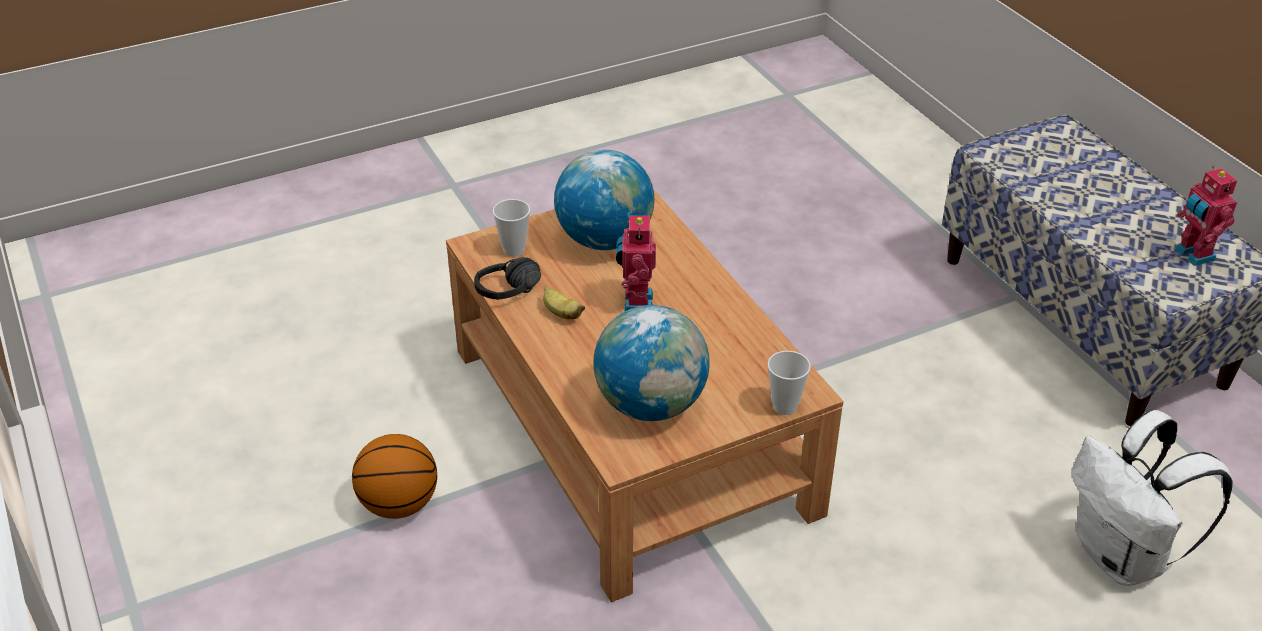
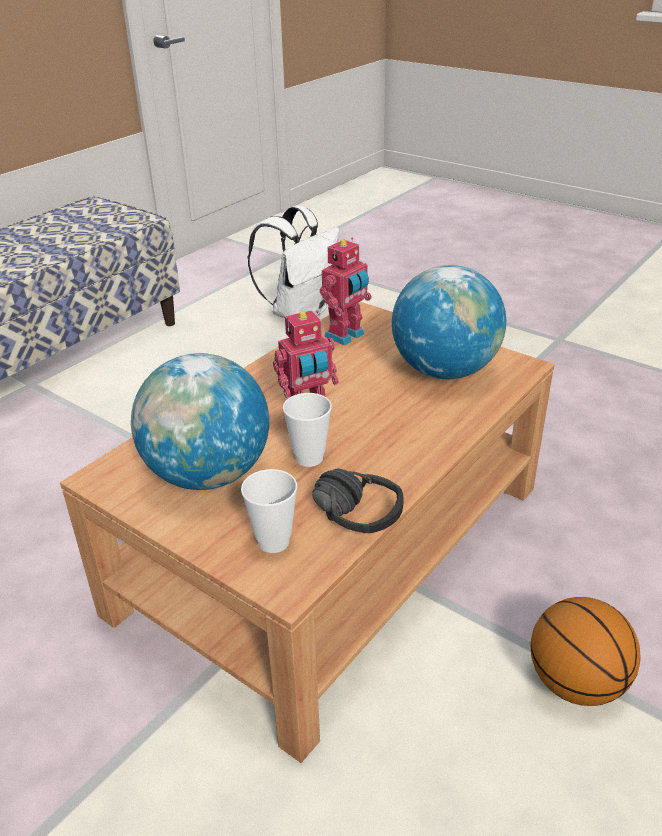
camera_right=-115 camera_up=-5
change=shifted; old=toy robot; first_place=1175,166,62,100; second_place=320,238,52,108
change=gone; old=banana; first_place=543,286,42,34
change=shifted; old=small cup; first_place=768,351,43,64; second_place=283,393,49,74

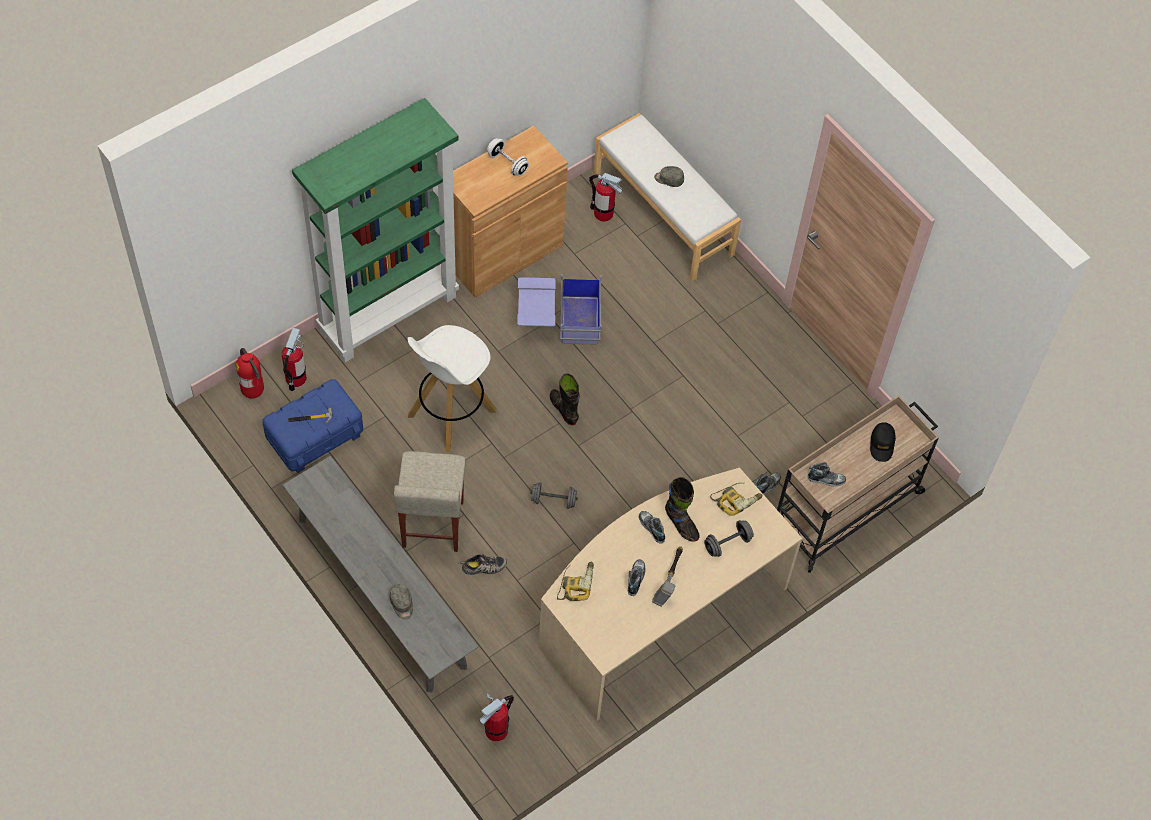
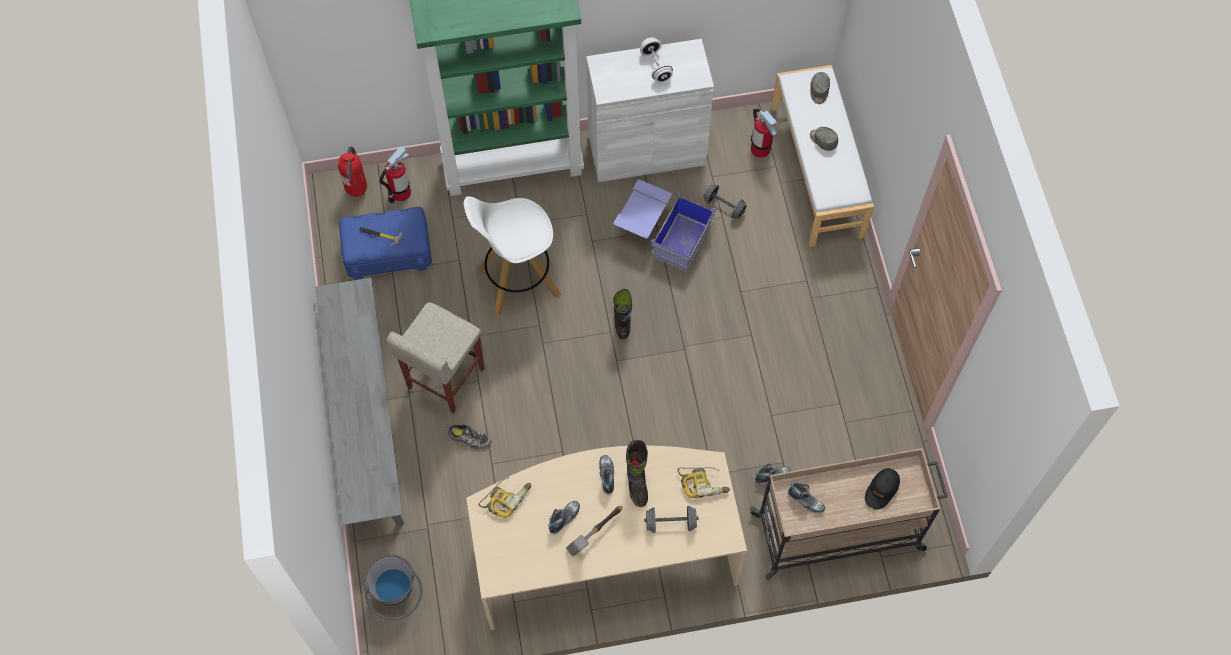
camera_right=30 camera_up=5
change=repainted; old=cabinet (brownish); new=cabinet (white); first_place=453,126,115,172; second_place=586,39,128,143
change=shifted; old=free weight (greyish); first_place=531,482,47,27; second_place=703,185,44,34
change=shifted; old=baseball cap (greyish); first_place=390,584,23,36; second_place=810,72,20,32
change=swapped; old=fire-fighting cylinder; new=bucket (greyish); first_place=479,693,35,49; second_place=364,554,59,66

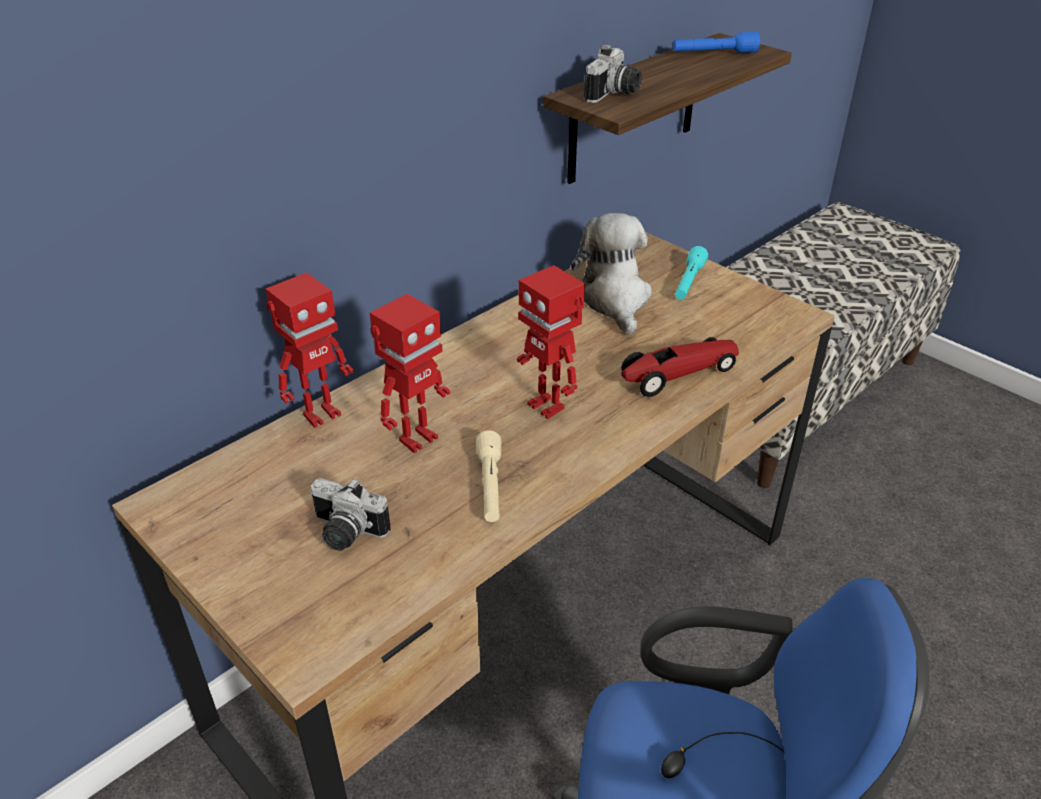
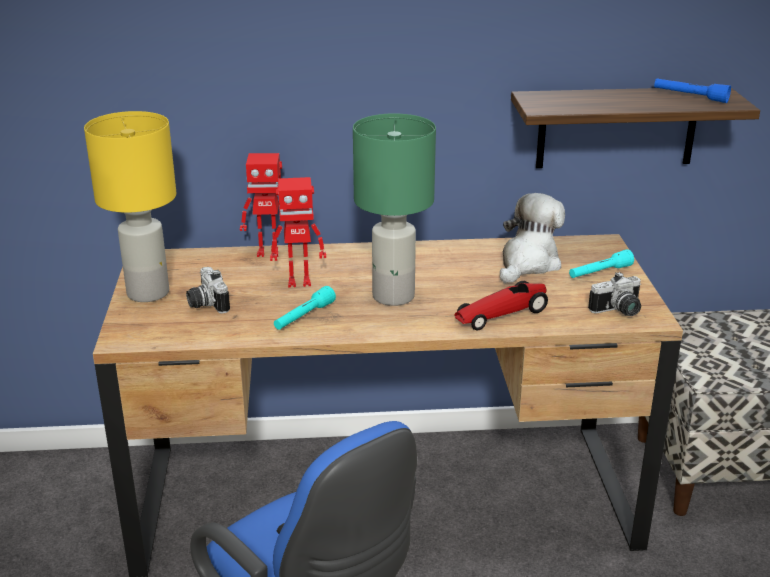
camera_right=40 camera_up=-10
change=shifted; old=photo camera; first_place=584,45,58,58; second_place=588,272,53,44
change=swapped; old=toy robot; new=lamp for a table (green); first_place=517,265,68,154; second_place=353,113,83,193
change=rotated; old=model car; first_place=621,337,118,60; second_place=455,281,93,49; degrees=135
change=repainted; old=flashlight (sand-coloured); new=flashlight (blue-green); first_place=476,430,25,92; second_place=274,286,62,44
change=new; new=lamp for a table (yellow); second_place=84,111,92,191

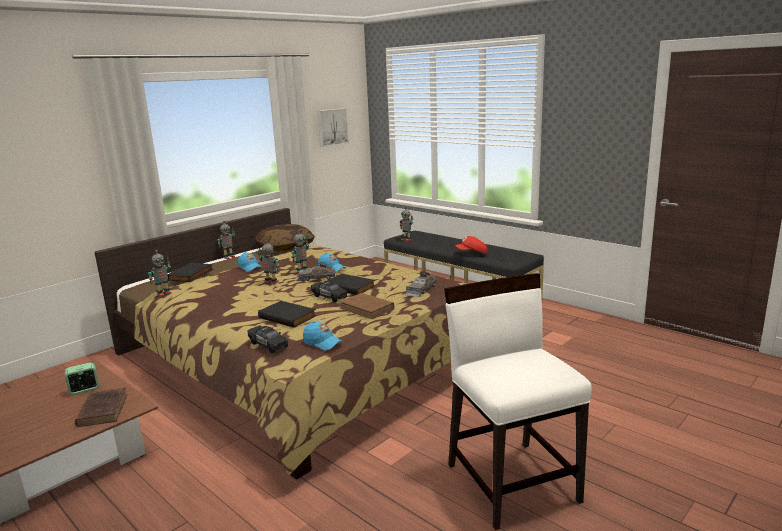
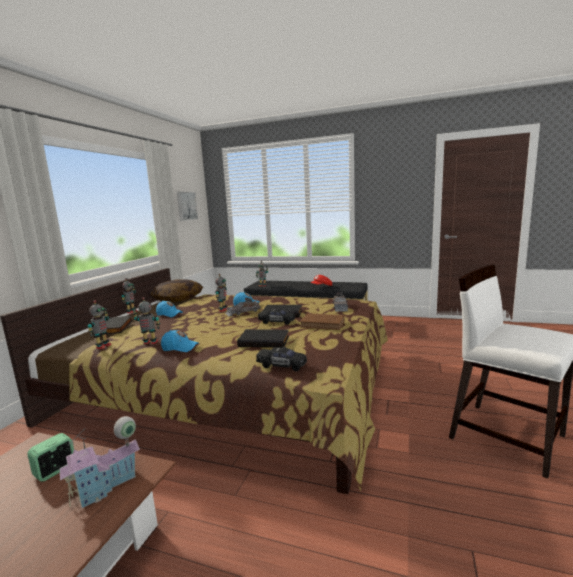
camera_right=-25 camera_up=-5
change=shifted; old=toy robot; first_place=258,240,22,44; second_place=133,297,27,47
change=shifted; old=baseball cap (bluish); first_place=303,321,40,29; second_place=161,330,38,22
change=swapped; old=bound book (brownish); new=toy house; first_place=75,388,53,39; second_place=58,416,82,92

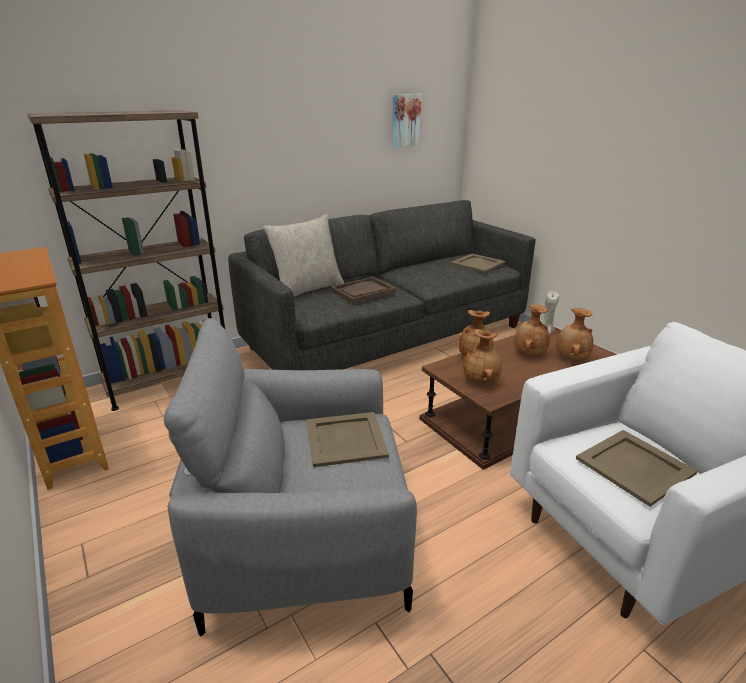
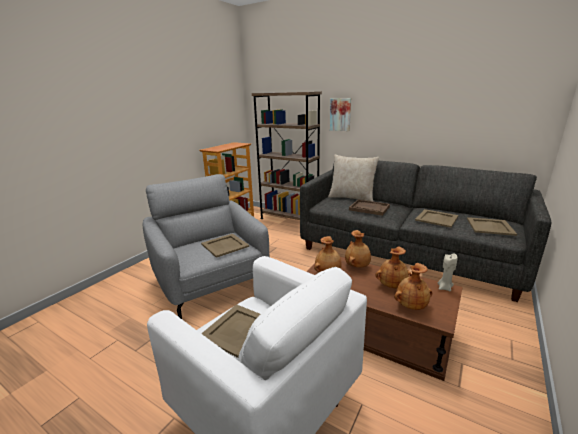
camera_right=65 camera_up=-5
change=shifted; old=wall art; first_place=392,94,30,53; second_place=330,98,21,33
change=new; new=tray (sand-coloured); second_place=415,209,43,19

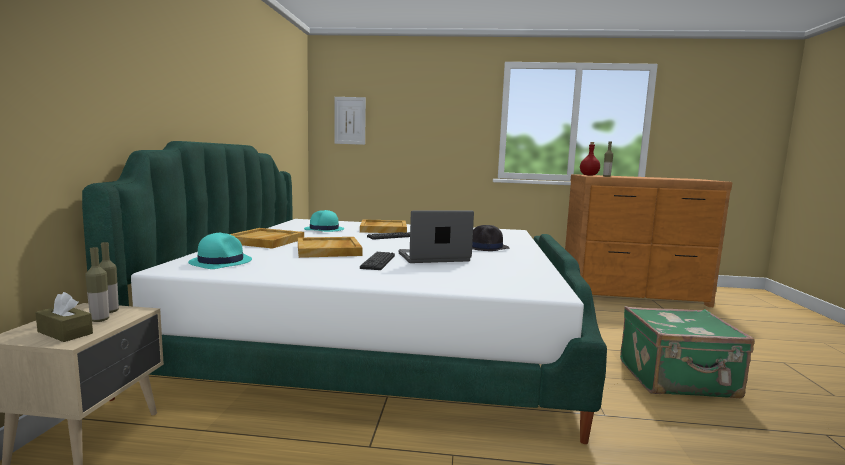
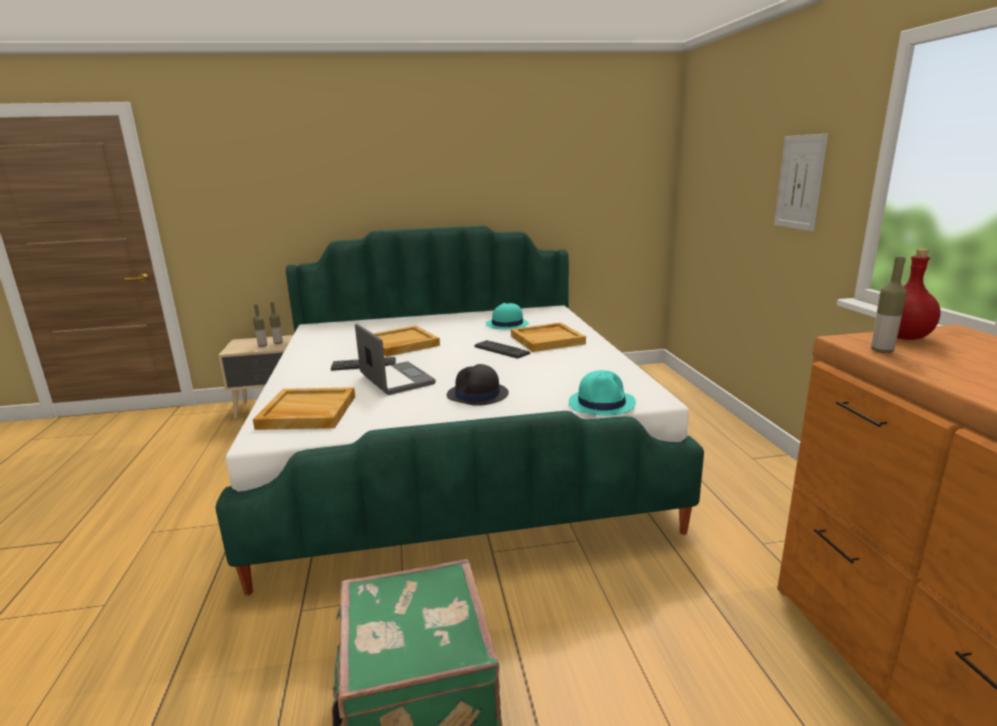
camera_right=75 camera_up=10
change=shifted; old=wall art; first_place=334,97,32,48; second_place=774,134,54,97
change=shifted; old=tray (sand-coloured); first_place=230,228,74,21; second_place=253,387,102,43
change=shifted; old=hat (blue-green); first_place=188,233,64,36; second_place=569,370,67,45
change=gone; old=box of tissues (brownish); first_place=35,292,58,50

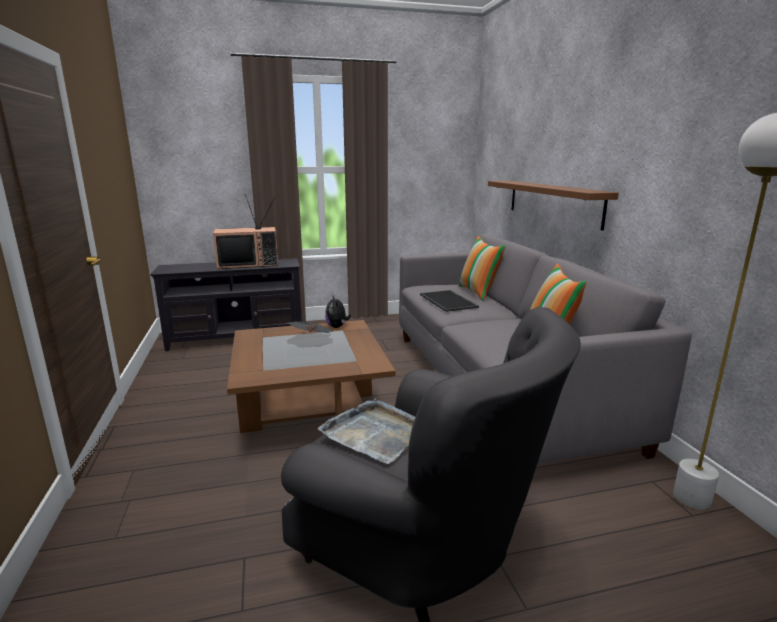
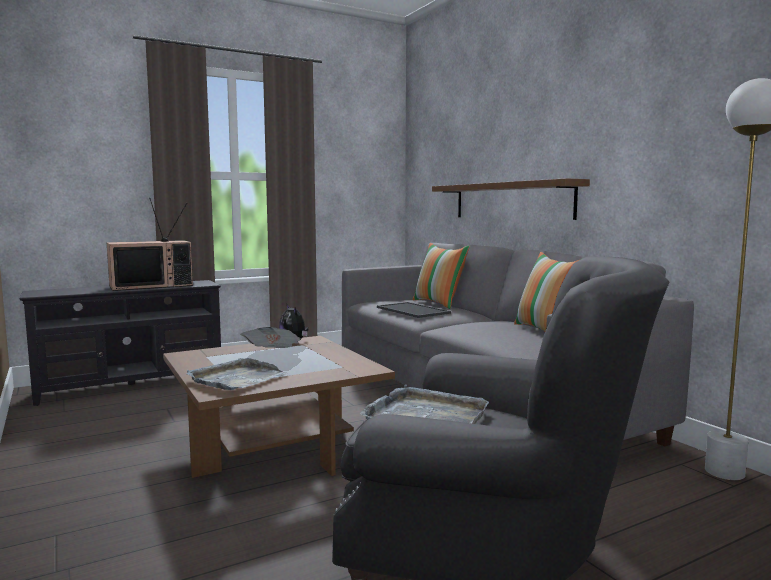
camera_right=-15 camera_up=-10
change=new; new=tray (greyish); second_place=186,358,102,32

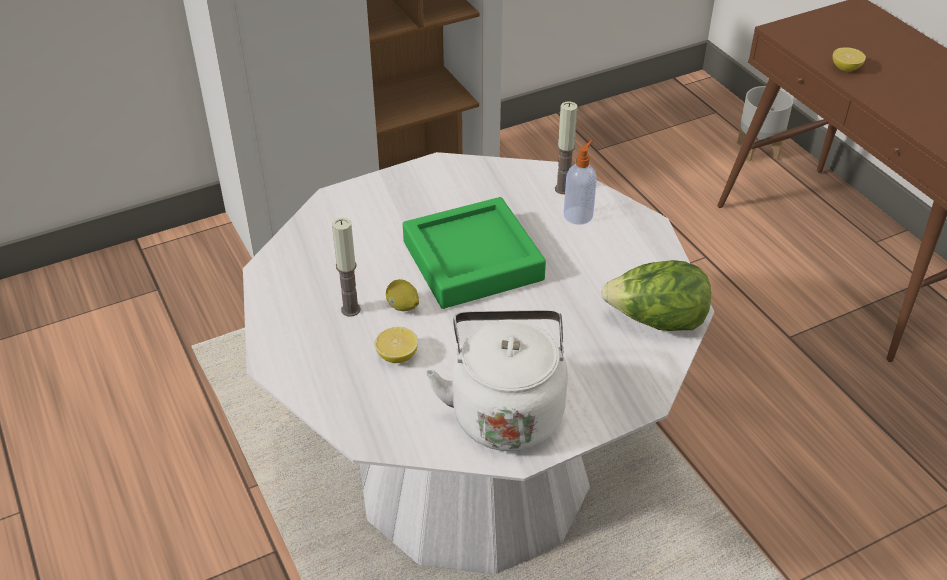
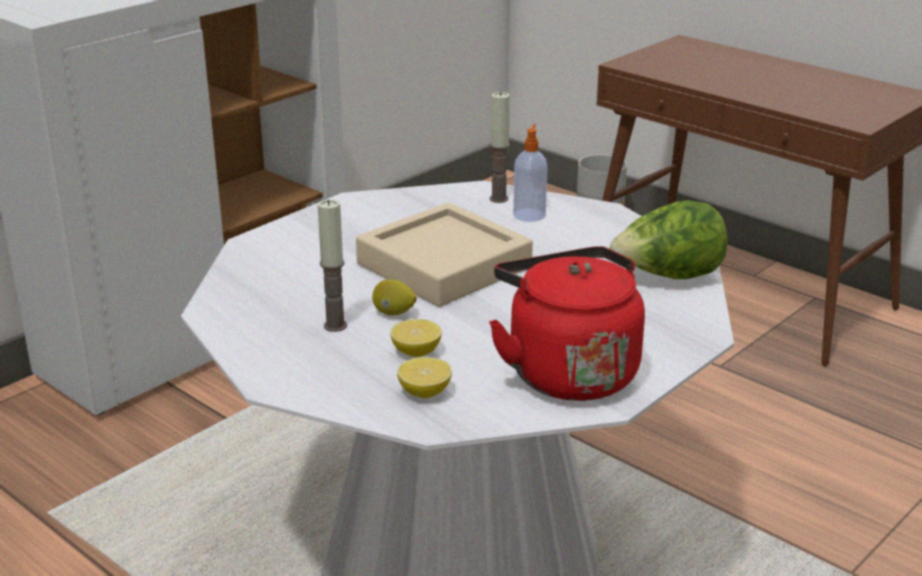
camera_right=-20 camera_up=-15
change=shifted; old=lemon; first_place=833,47,33,25; second_place=397,357,55,41
change=repainted; old=tray (green); new=tray (sand-coloured); first_place=403,197,143,112; second_place=356,203,177,104
change=repainted; old=tea kettle (white); new=tea kettle (reddish); first_place=426,310,142,141; second_place=489,246,156,155

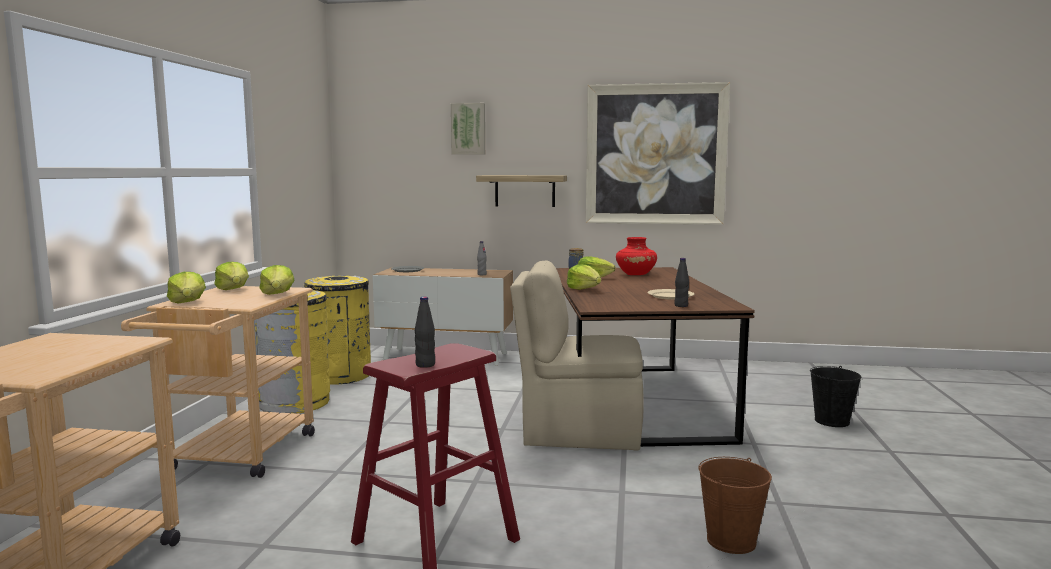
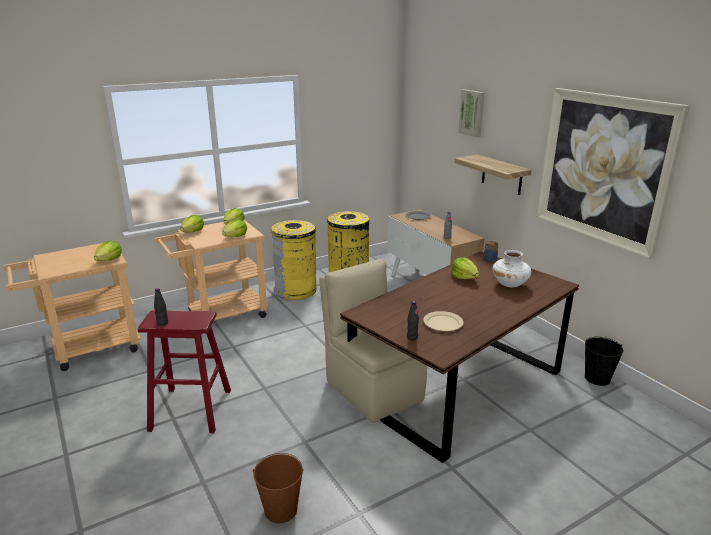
camera_right=50 camera_up=15
change=repainted; old=decorative vase (reddish); new=decorative vase (white); first_place=616,237,41,38; second_place=493,250,38,37
change=shifted; old=head of lettuce; first_place=567,264,34,26; second_place=94,241,28,20
change=shifted; old=bucket (black); first_place=810,366,51,61; second_place=585,337,38,49

